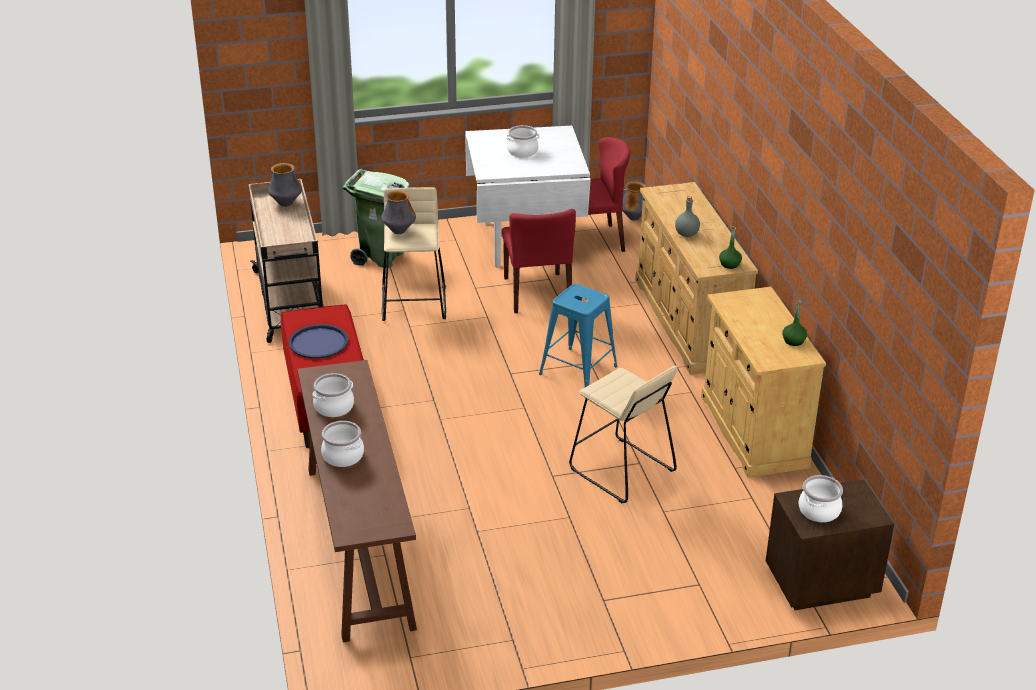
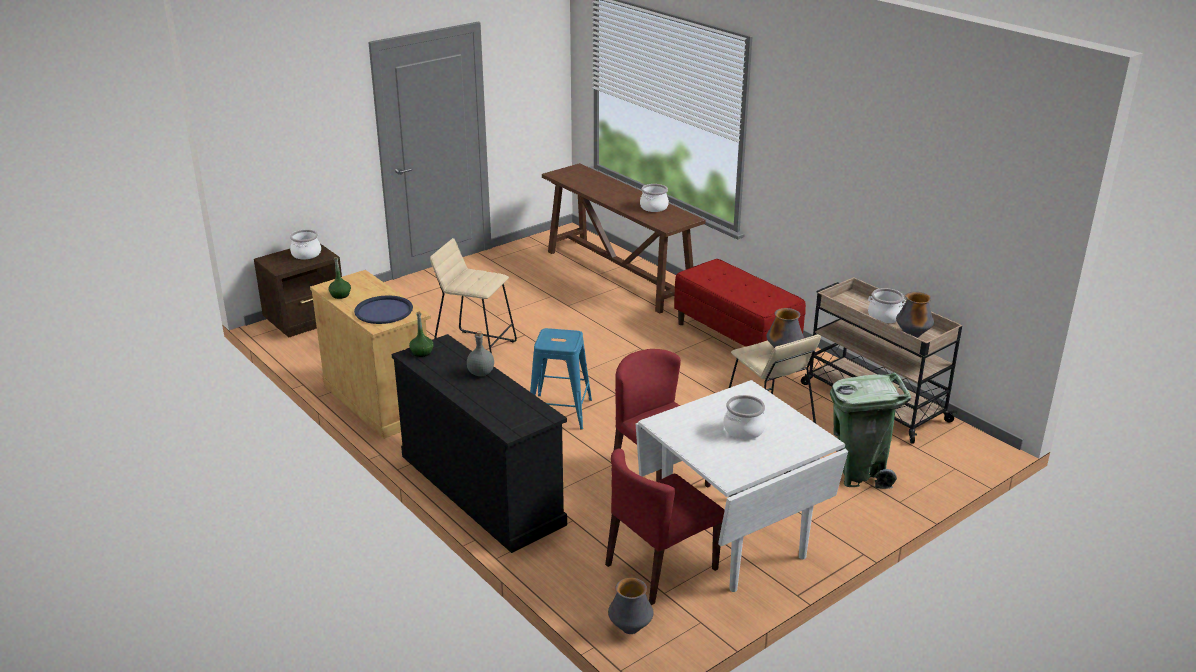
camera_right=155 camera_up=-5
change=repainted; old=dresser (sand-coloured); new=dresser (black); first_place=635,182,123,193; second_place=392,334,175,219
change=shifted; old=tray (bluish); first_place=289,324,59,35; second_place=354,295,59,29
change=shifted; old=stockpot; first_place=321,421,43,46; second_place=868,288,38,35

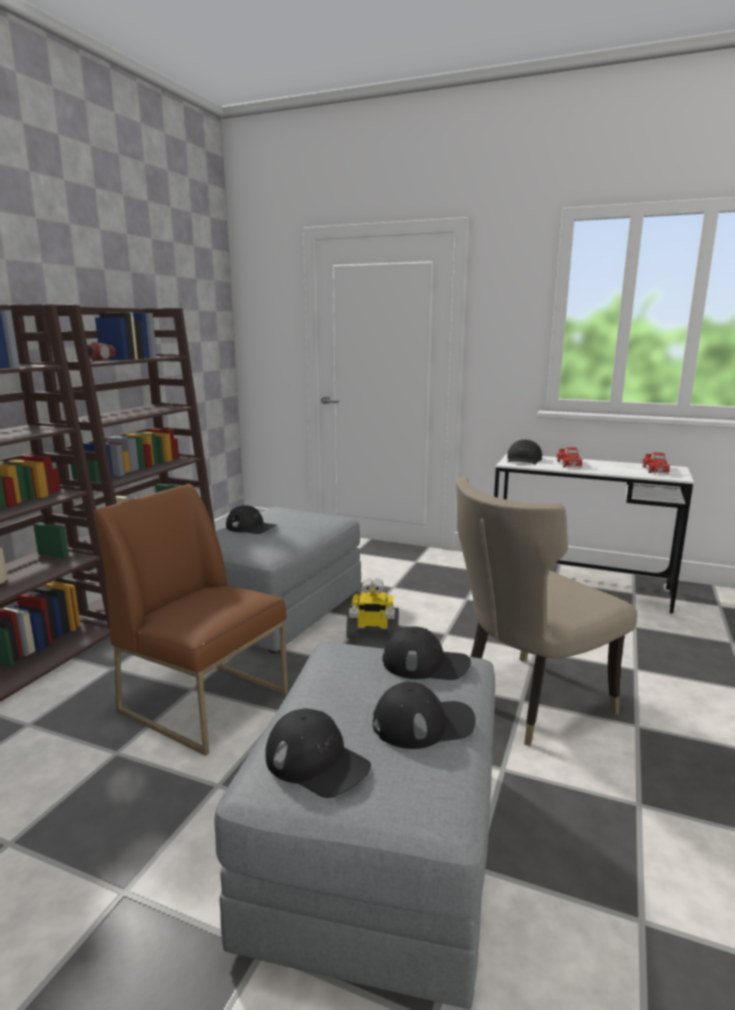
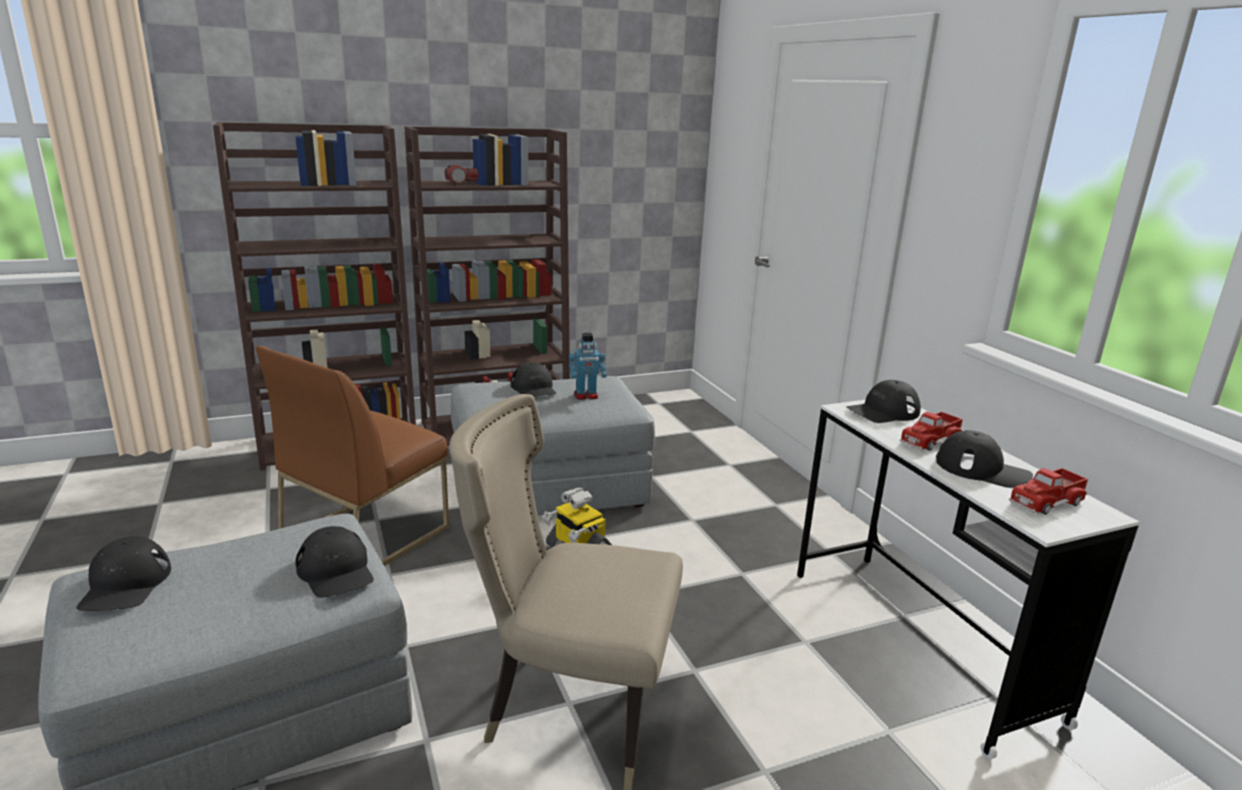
camera_right=45 camera_up=5
change=rotated; old=chair (brownish); first_place=93,484,195,272; second_place=255,346,194,220; degrees=-135
change=shifted; old=baseball cap (black); first_place=373,682,103,67; second_place=936,430,97,58
change=new; new=toy robot; second_place=569,333,38,67

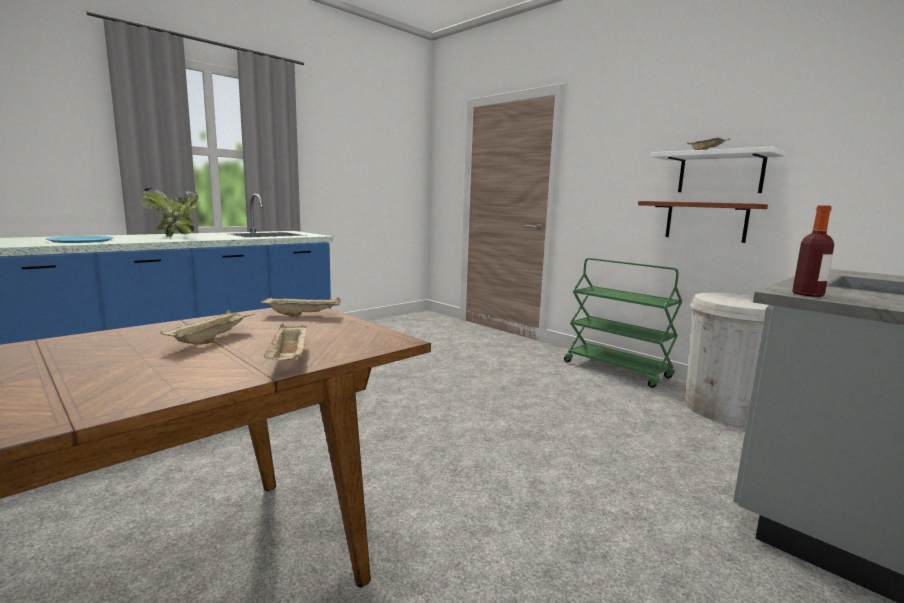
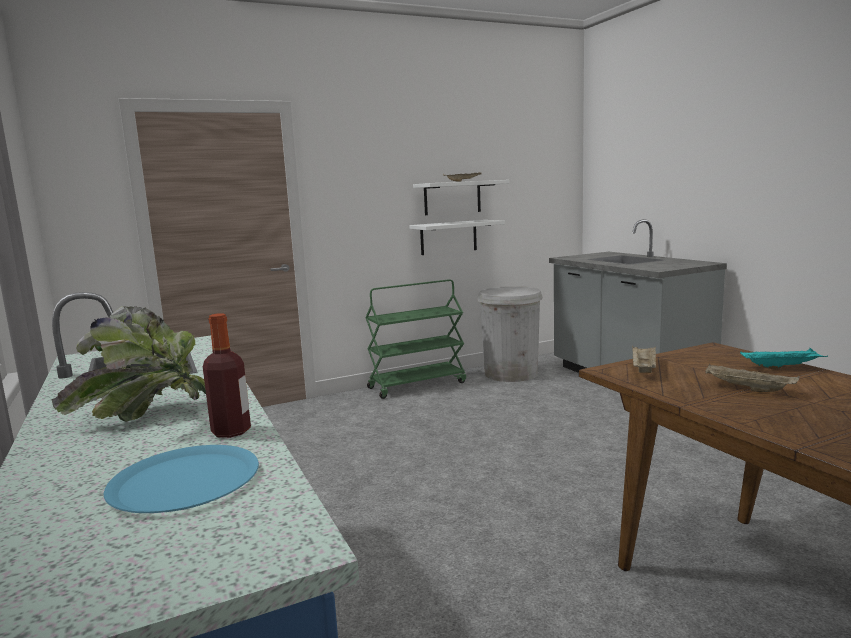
camera_right=-70 camera_up=0
change=repainted; old=wall shelf (brownish); new=wall shelf (white); first_place=638,201,130,42; second_place=409,220,96,35
change=shifted; old=drink bottle; first_place=792,205,42,92; second_place=203,313,48,125
change=repainted; old=tray (sand-coloured); new=tray (blue-green); first_place=264,324,43,36; second_place=740,348,88,22

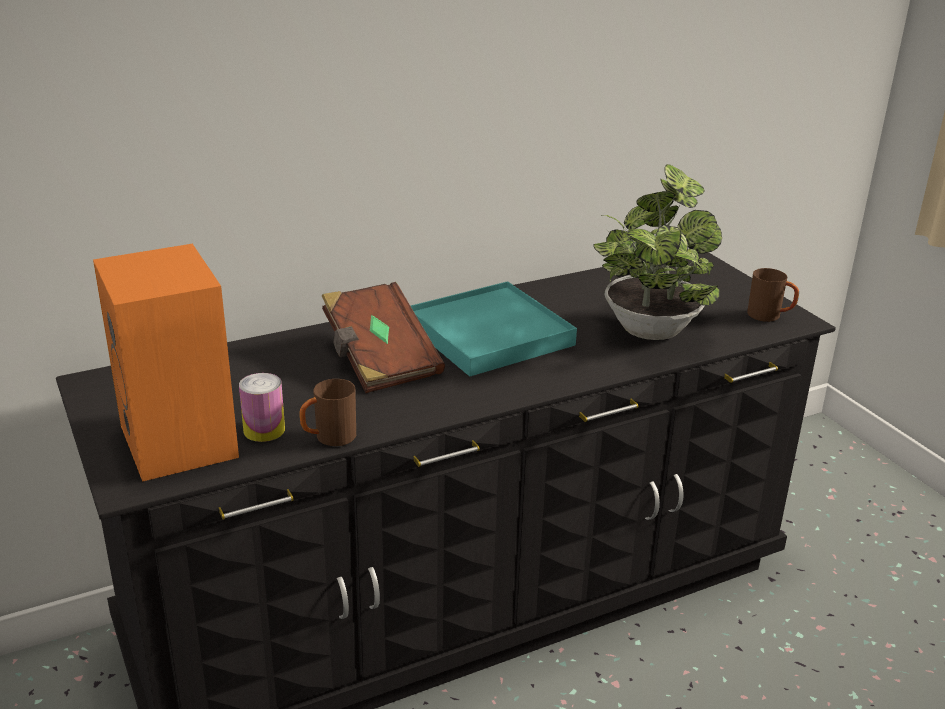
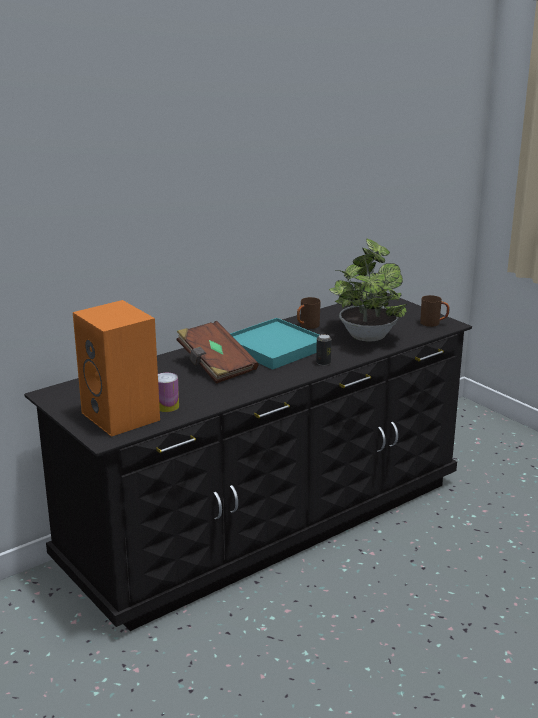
camera_right=-10 camera_up=-5
change=shifted; old=mug (brownish); first_place=299,379,57,67; second_place=297,297,24,32
change=new; new=metal can; second_place=316,334,16,32

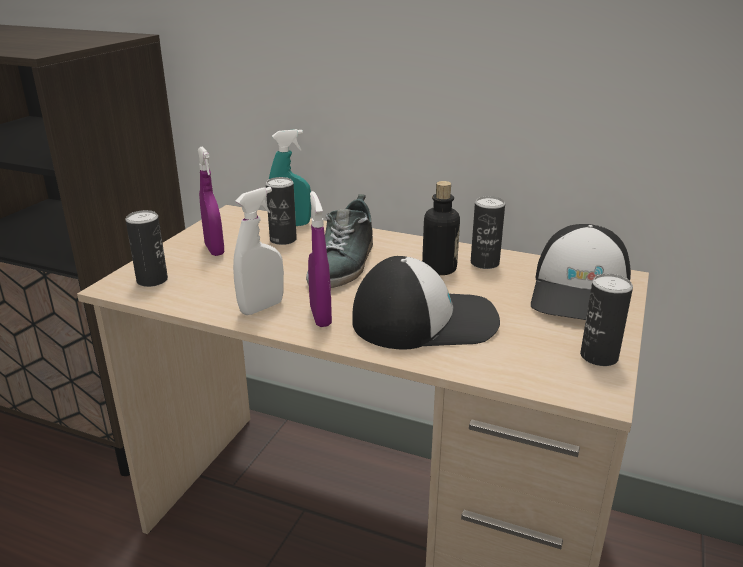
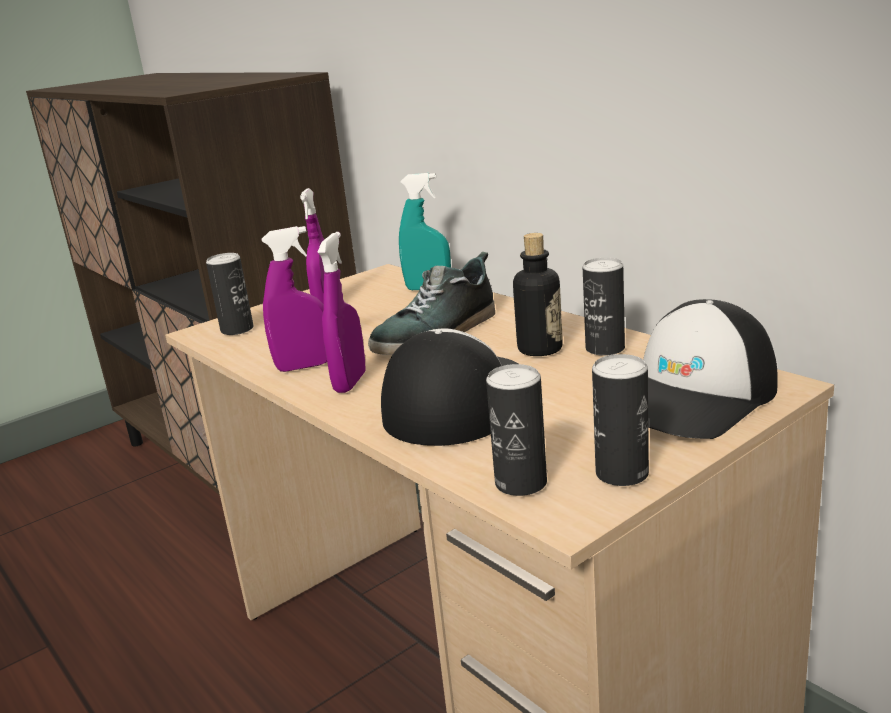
camera_right=30 camera_up=-5
change=shifted; old=metal can; first_place=266,177,31,68; second_place=486,364,61,132
change=repainted; old=sprayer (white); new=sprayer (purplish); first_place=233,187,51,128; second_place=261,226,66,146
change=rotated; old=baseball cap; first_place=352,256,148,93; second_place=381,328,137,118; degrees=-90

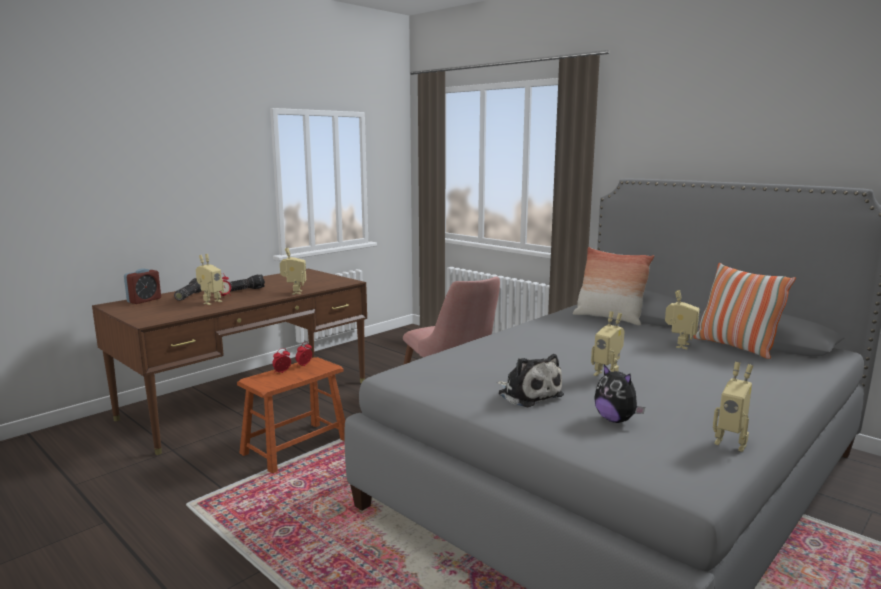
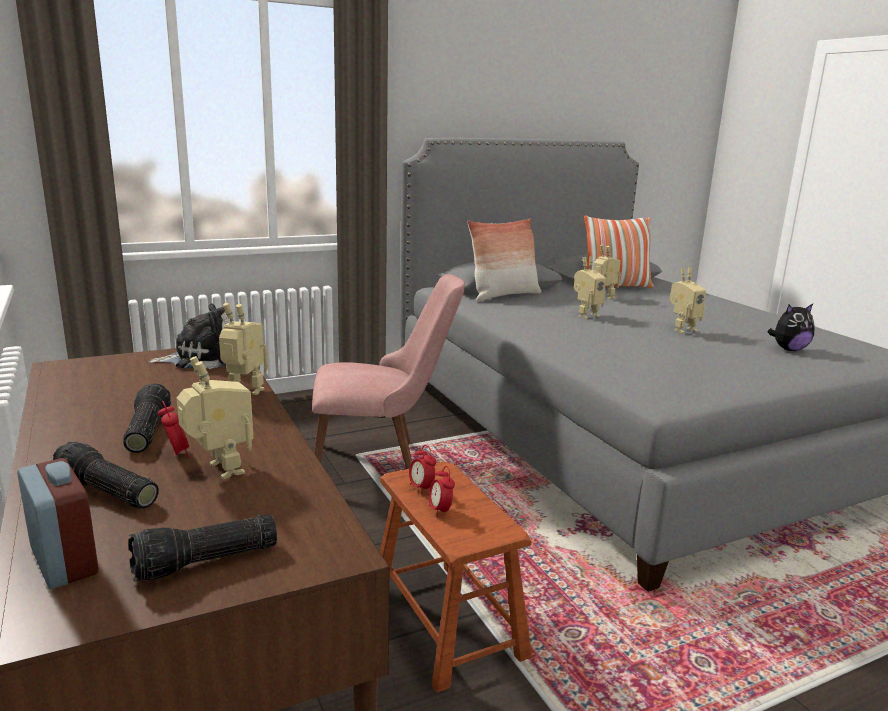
camera_right=-70 camera_up=5
change=shifted; old=plush toy; first_place=496,354,68,53; second_place=148,303,82,66
change=shifted; old=toy robot; first_place=713,362,40,90; second_place=574,256,32,63
change=new; new=flashlight; second_place=128,515,149,67

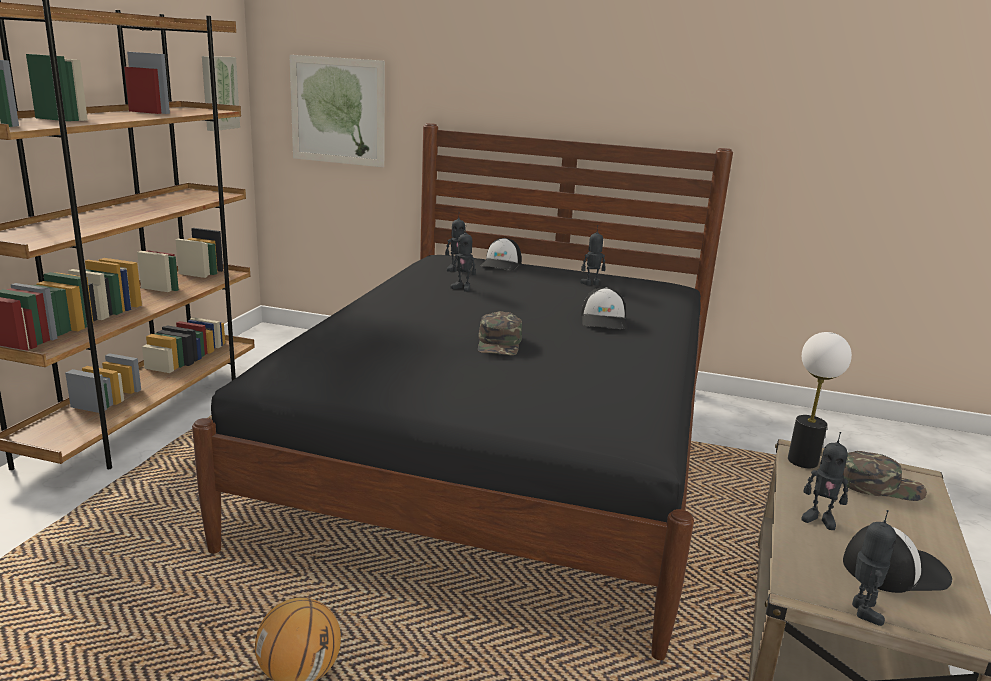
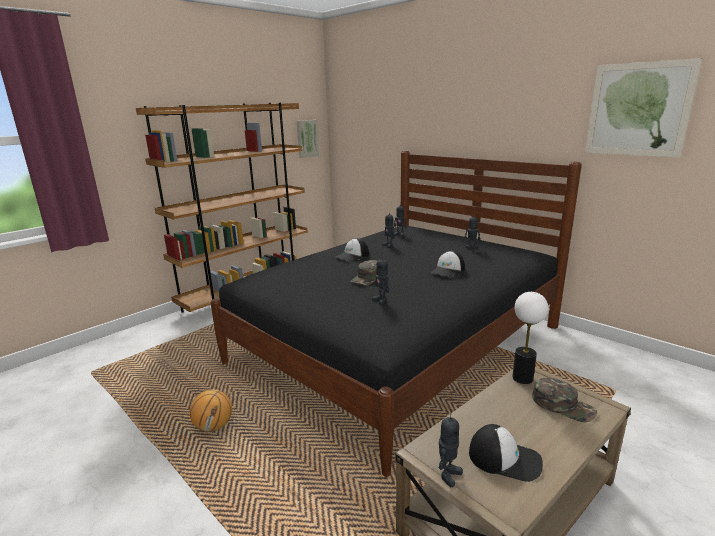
camera_right=30 camera_up=0
change=shifted; old=wall art; first_place=289,55,96,112; second_place=585,58,117,100
change=shifted; old=baseball cap; first_place=480,238,42,32; second_place=335,238,34,24
change=shifted; old=toy robot; first_place=801,432,47,98; second_place=372,253,17,52

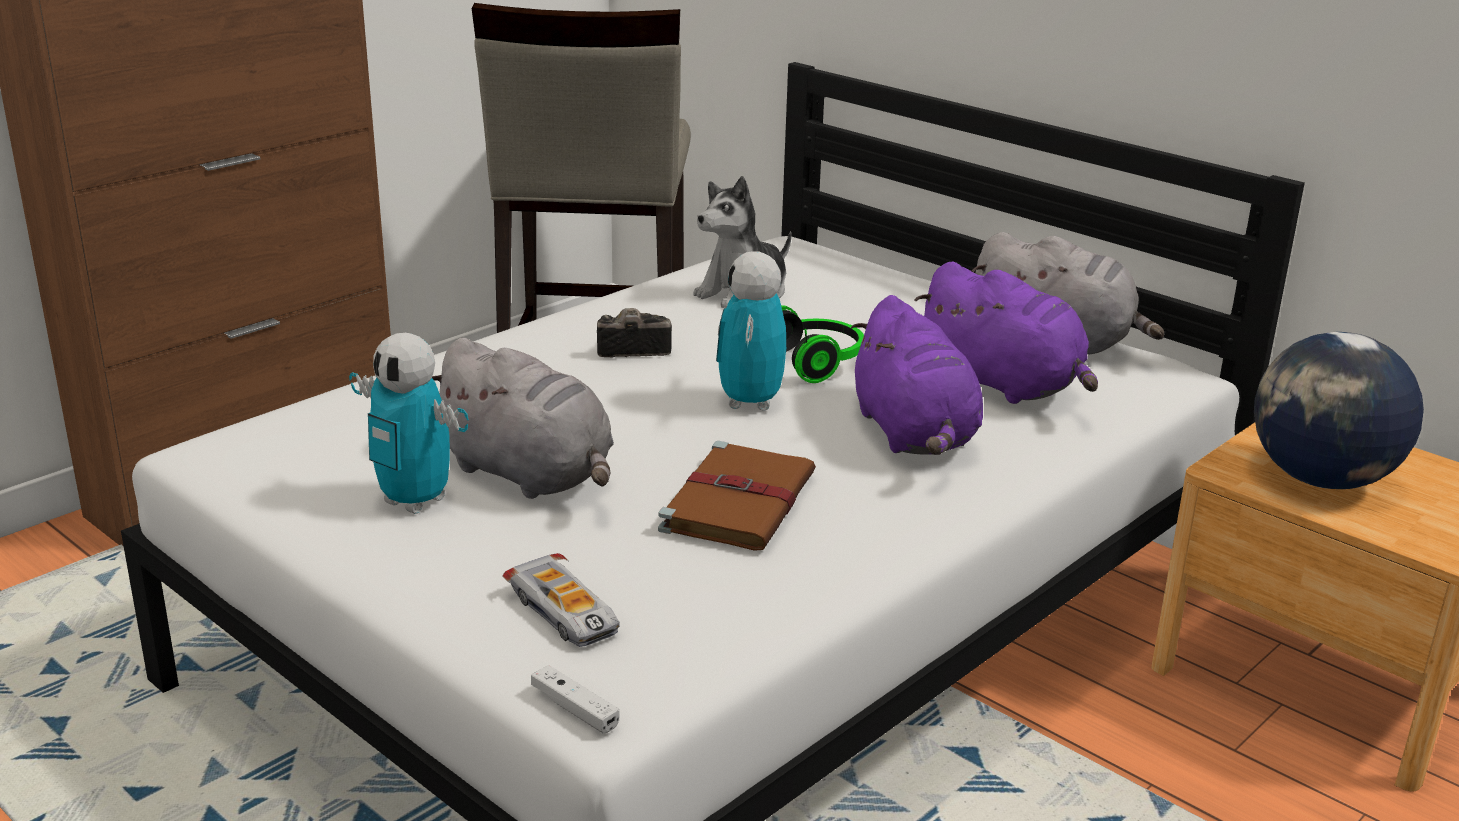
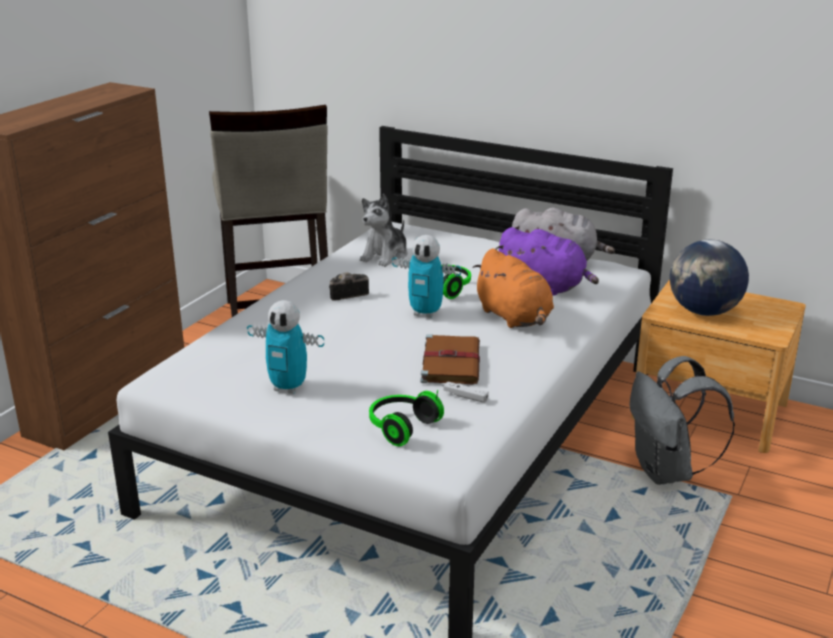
camera_right=-15 camera_up=0
change=rotated; old=toy robot; first_place=716,251,70,160; second_place=392,235,69,83; degrees=-60
change=repainted; old=plush toy (purplish); new=plush toy (orange-coloured); first_place=851,295,132,160; second_place=473,249,81,79
change=gone; old=plush toy (greyish); first_place=432,338,182,161
change=swapped; old=model car; new=pair of headphones; first_place=502,553,118,94; second_place=369,390,75,57
change=shifted; old=gamepad (white); first_place=531,665,89,69; second_place=443,382,46,21
change=new; new=rucksack (greyish); second_place=630,356,105,129

